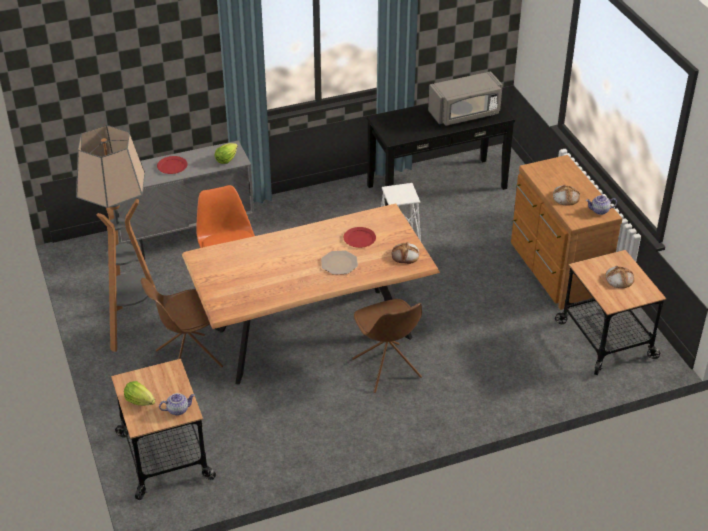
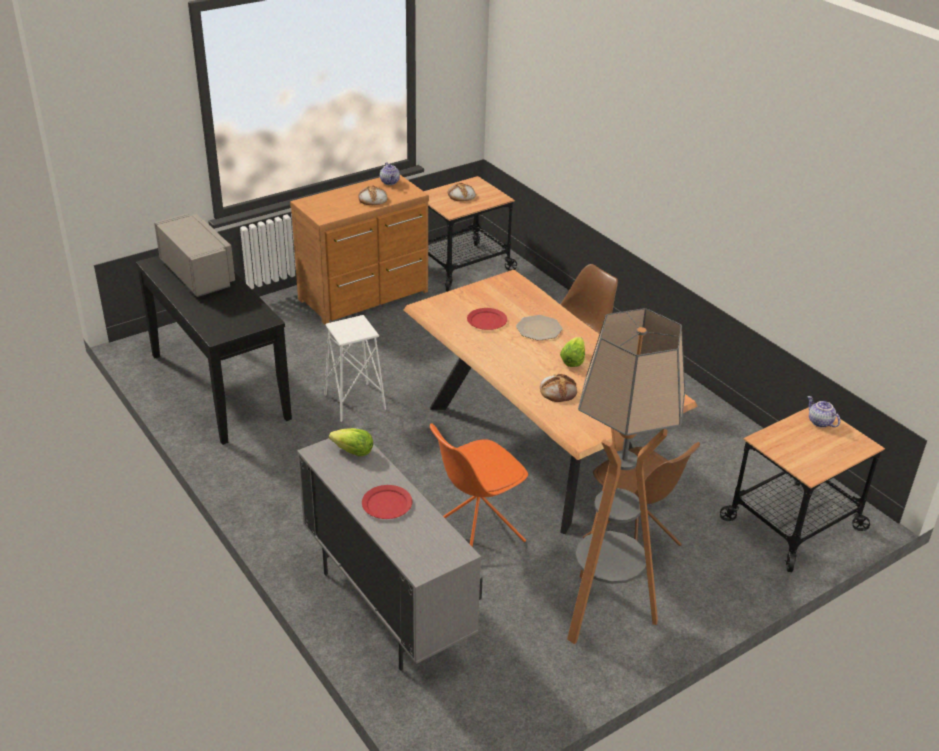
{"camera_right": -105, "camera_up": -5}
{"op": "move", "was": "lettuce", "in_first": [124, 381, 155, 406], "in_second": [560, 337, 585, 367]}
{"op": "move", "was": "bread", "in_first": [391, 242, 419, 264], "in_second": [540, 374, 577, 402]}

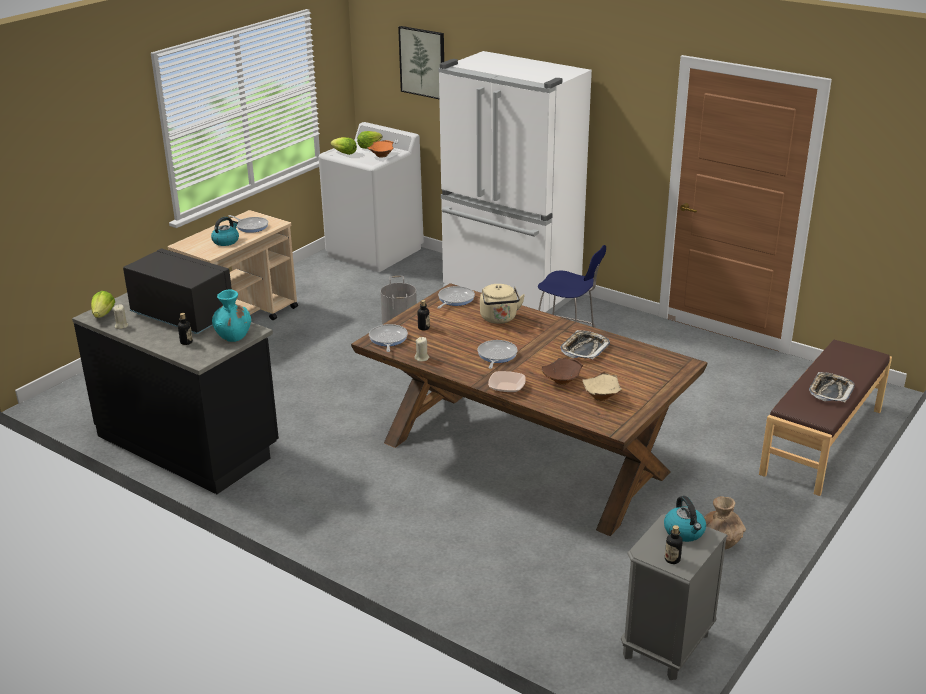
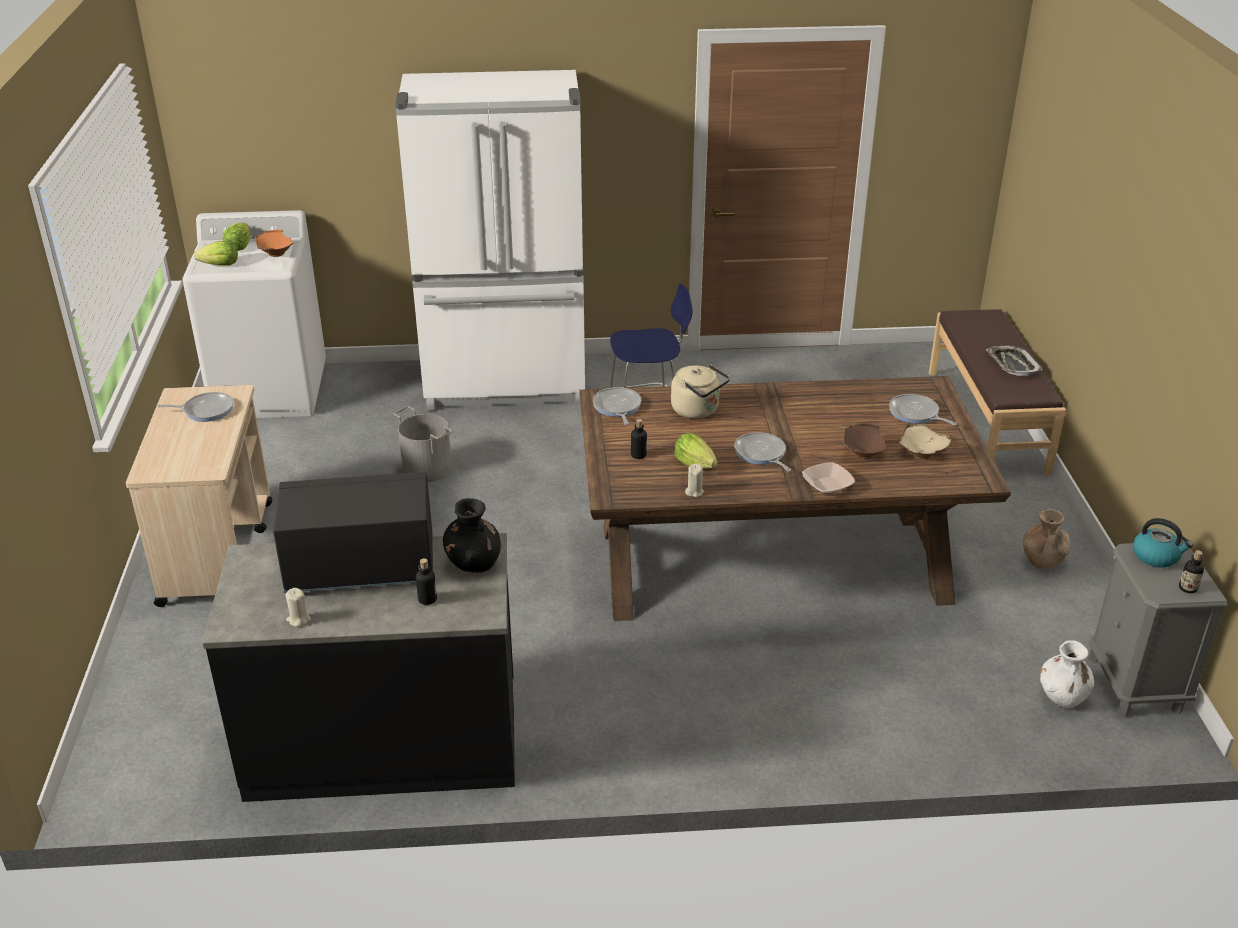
{"camera_right": -40, "camera_up": 5}
{"op": "move", "was": "lettuce", "in_first": [91, 291, 115, 318], "in_second": [674, 433, 718, 469]}
{"op": "delete", "was": "kettle", "in_first": [211, 217, 239, 246]}
{"op": "recolor", "was": "turquoise vase", "now": "black vase", "in_first": [212, 289, 251, 342], "in_second": [443, 498, 501, 573]}
{"op": "move", "was": "frying pan", "in_first": [369, 324, 408, 352], "in_second": [889, 394, 957, 425]}
{"op": "delete", "was": "picture", "in_first": [398, 26, 444, 99]}
{"op": "delete", "was": "tray", "in_first": [560, 330, 610, 359]}
{"op": "insert", "now": "white vase", "in_second": [1040, 640, 1094, 708]}

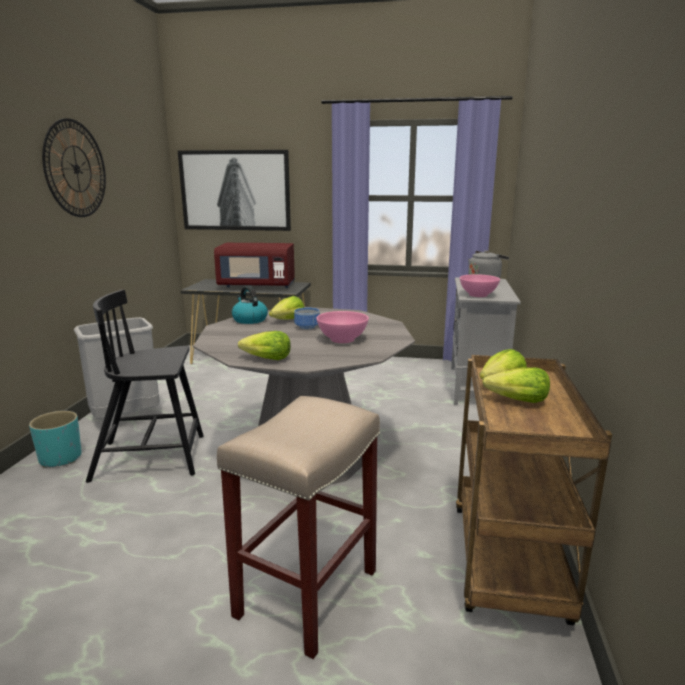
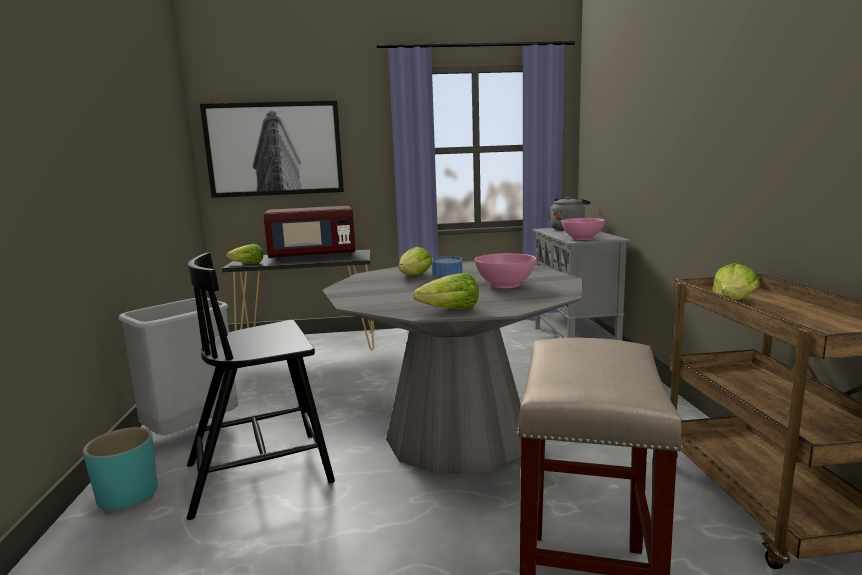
{"camera_right": -15, "camera_up": -5}
{"op": "delete", "was": "wall clock", "in_first": [42, 118, 106, 217]}
{"op": "delete", "was": "kettle", "in_first": [232, 286, 268, 324]}
{"op": "move", "was": "lettuce", "in_first": [482, 367, 550, 403], "in_second": [226, 244, 263, 264]}

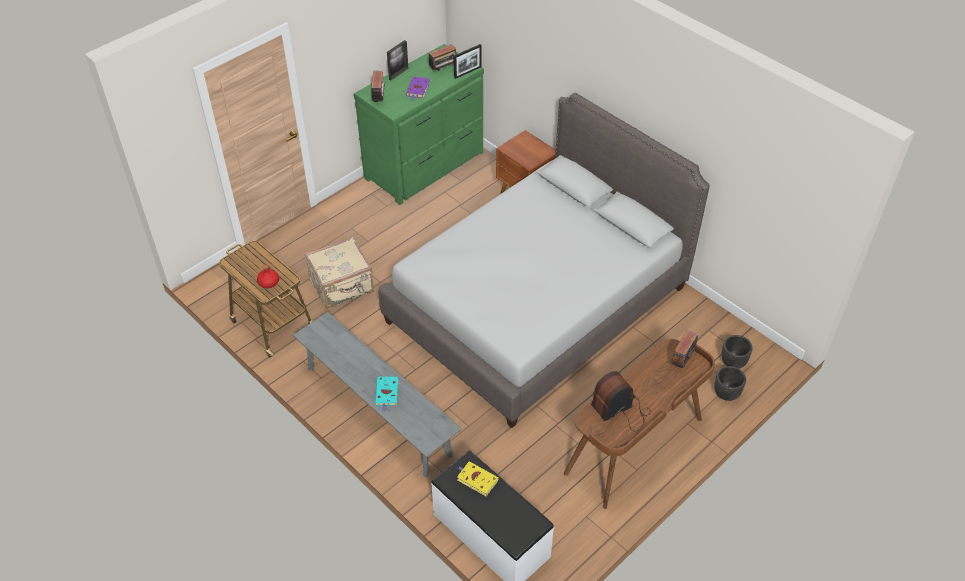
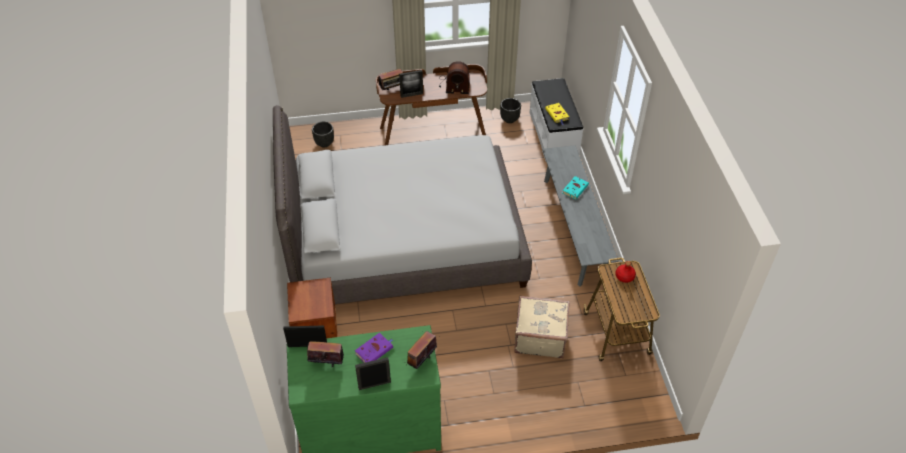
{"camera_right": -145, "camera_up": 0}
{"op": "move", "was": "black planter", "in_first": [714, 366, 746, 401], "in_second": [500, 98, 521, 123]}
{"op": "insert", "now": "picture frame", "in_second": [399, 70, 423, 98]}

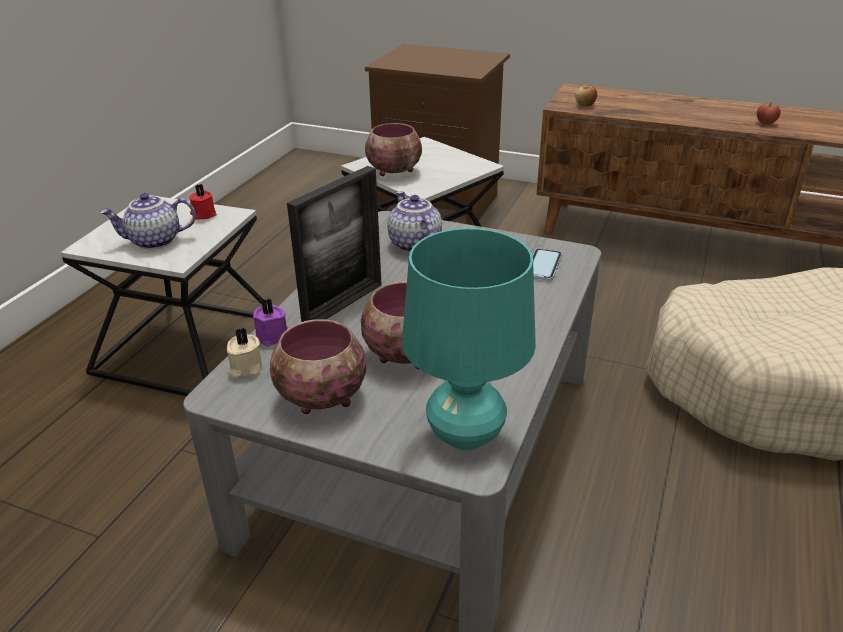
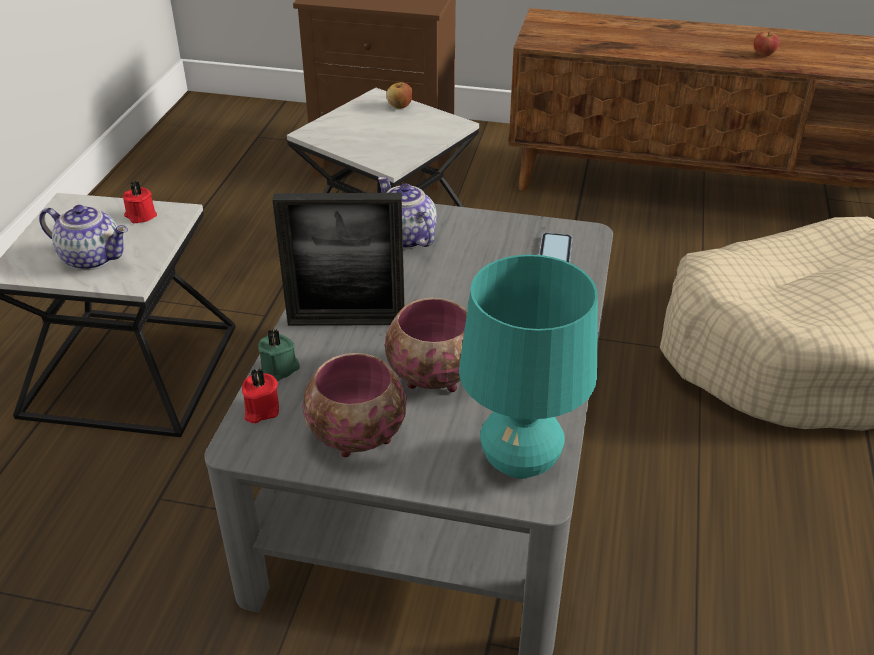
{"camera_right": -10, "camera_up": 5}
{"op": "rotate", "was": "teapot", "in_first": [100, 193, 196, 250], "in_second": [39, 205, 128, 270], "clockwise": -135}
{"op": "recolor", "was": "beige candle", "now": "red candle", "in_first": [227, 328, 262, 378], "in_second": [242, 368, 279, 423]}
{"op": "recolor", "was": "purple candle", "now": "green candle", "in_first": [253, 298, 288, 346], "in_second": [258, 328, 300, 381]}
{"op": "rotate", "was": "picture frame", "in_first": [287, 166, 382, 322], "in_second": [273, 193, 405, 326], "clockwise": 60}
{"op": "delete", "was": "bowl", "in_first": [365, 123, 422, 176]}
{"op": "move", "was": "apple", "in_first": [575, 86, 597, 107], "in_second": [386, 82, 413, 109]}

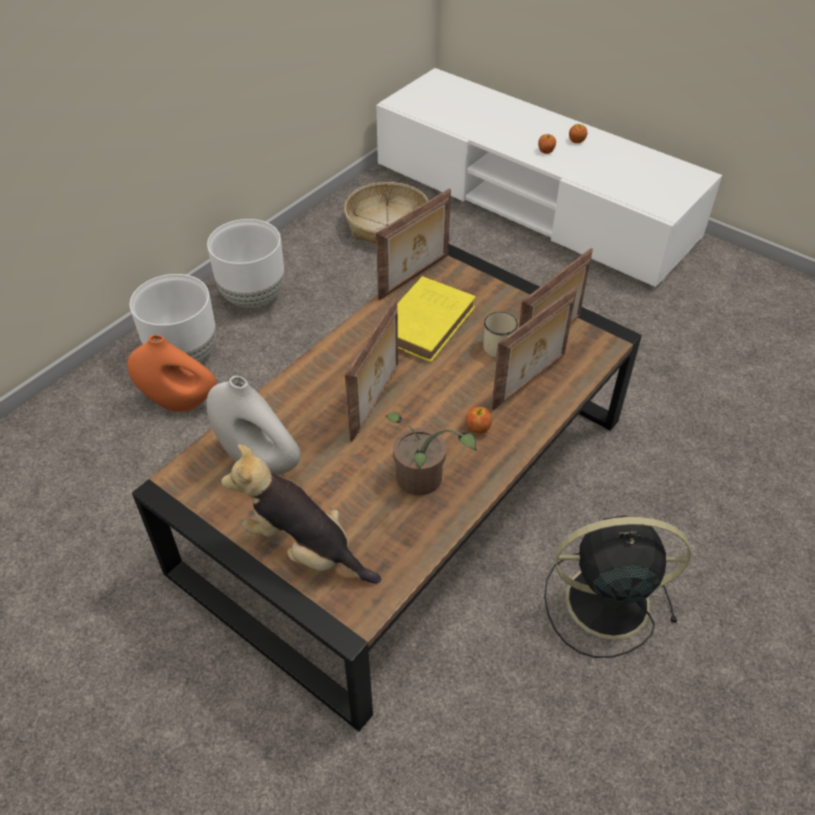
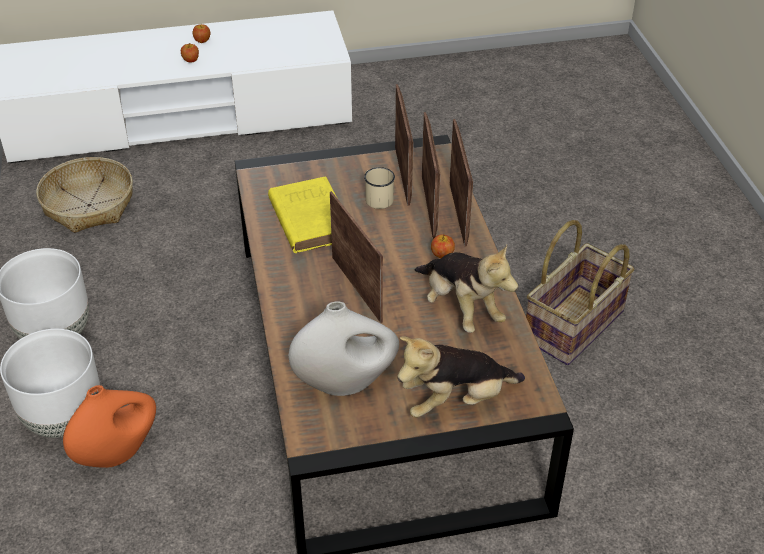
{"camera_right": -50, "camera_up": -5}
{"op": "move", "was": "picture frame", "in_first": [376, 188, 451, 300], "in_second": [450, 119, 473, 247]}
{"op": "replace", "was": "potted plant", "now": "plush toy", "in_first": [385, 413, 476, 496], "in_second": [415, 244, 518, 333]}
{"op": "replace", "was": "black fan", "now": "basket", "in_first": [544, 516, 691, 658], "in_second": [526, 220, 635, 365]}

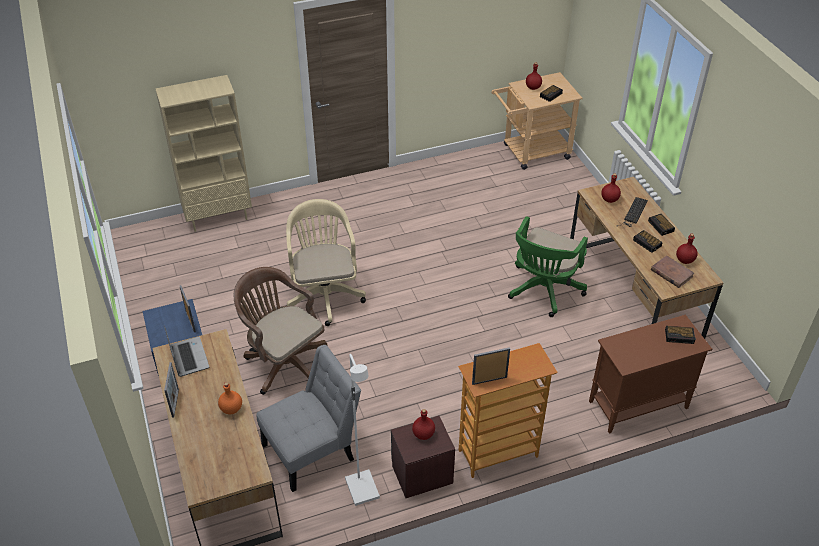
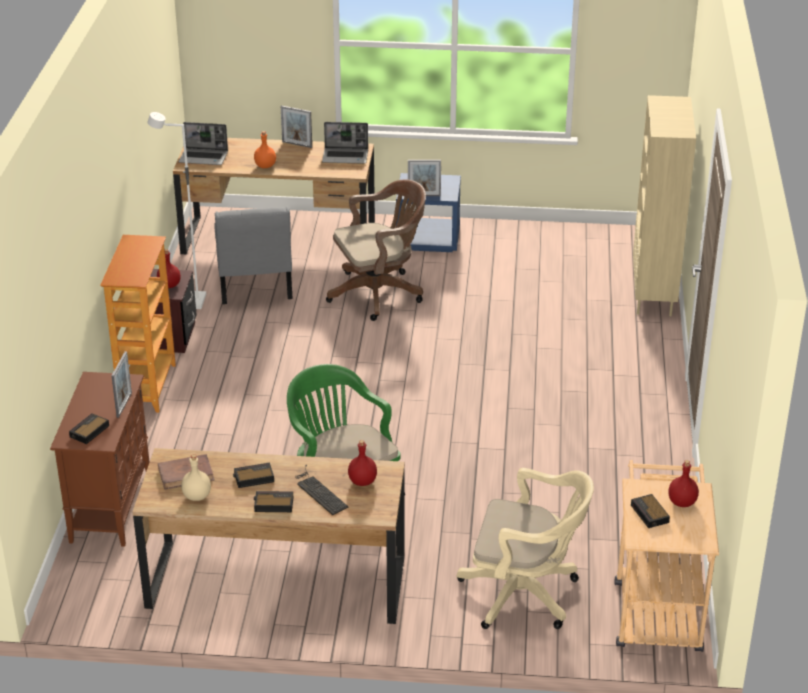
{"camera_right": 115, "camera_up": -10}
{"op": "move", "was": "beige office chair", "in_first": [286, 199, 366, 326], "in_second": [457, 468, 594, 629]}
{"op": "move", "was": "picture frame", "in_first": [472, 347, 510, 385], "in_second": [111, 351, 132, 418]}
{"op": "recolor", "was": "red bottle", "now": "beige bottle", "in_first": [676, 234, 698, 264], "in_second": [181, 454, 211, 501]}
{"op": "insert", "now": "laptop", "in_second": [179, 122, 228, 165]}

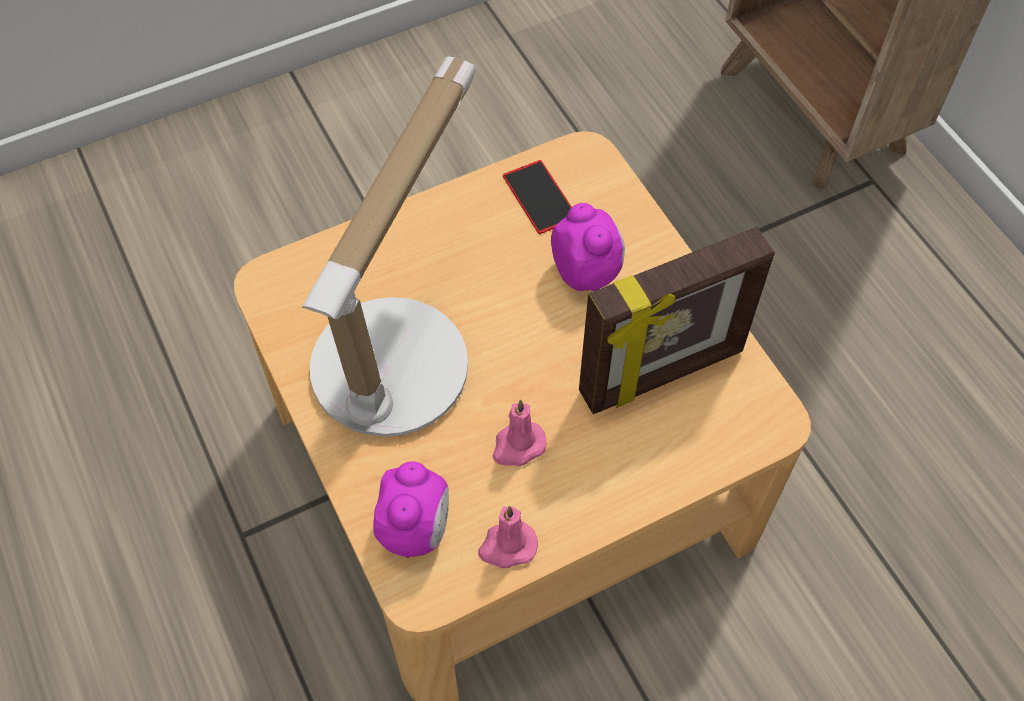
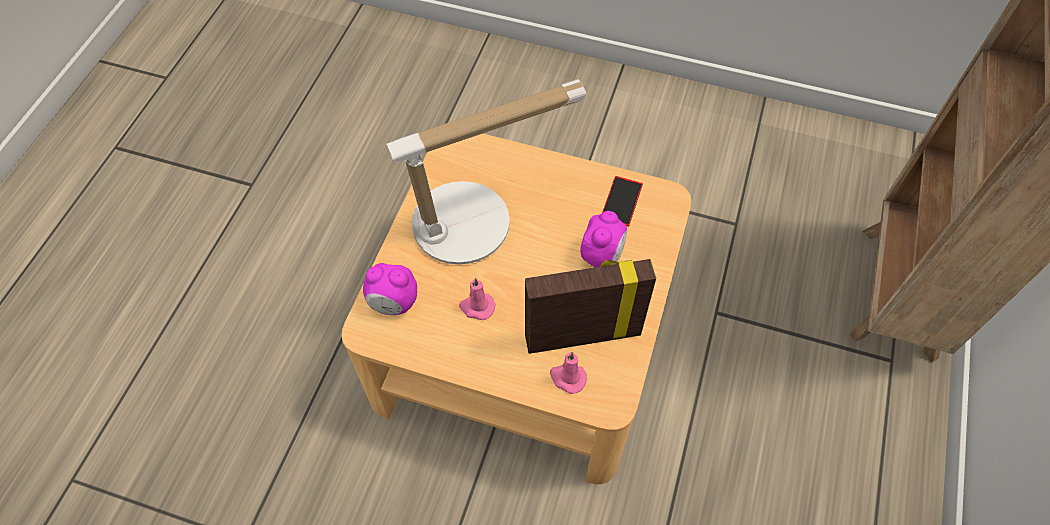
{"camera_right": 45, "camera_up": 0}
{"op": "rotate", "was": "alarm clock", "in_first": [373, 461, 449, 558], "in_second": [363, 263, 417, 315], "clockwise": 45}
{"op": "move", "was": "pink candle", "in_first": [478, 506, 538, 568], "in_second": [550, 352, 587, 394]}
{"op": "rotate", "was": "picture frame", "in_first": [579, 227, 775, 414], "in_second": [525, 259, 656, 354], "clockwise": 150}

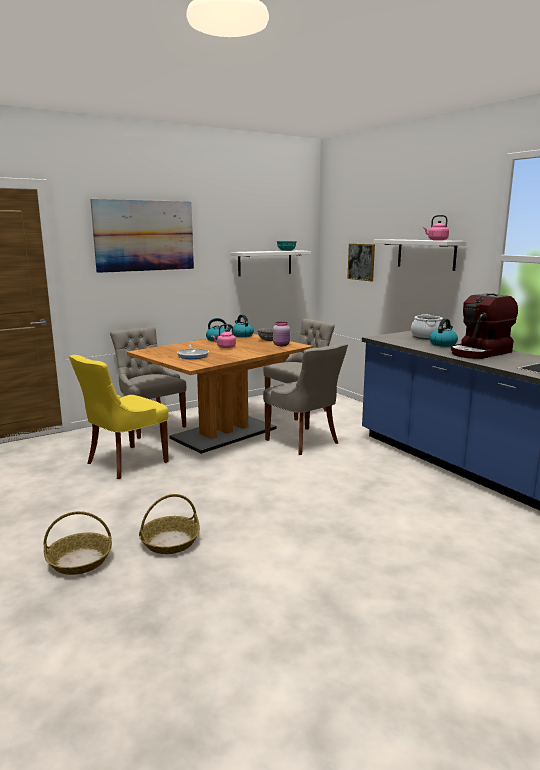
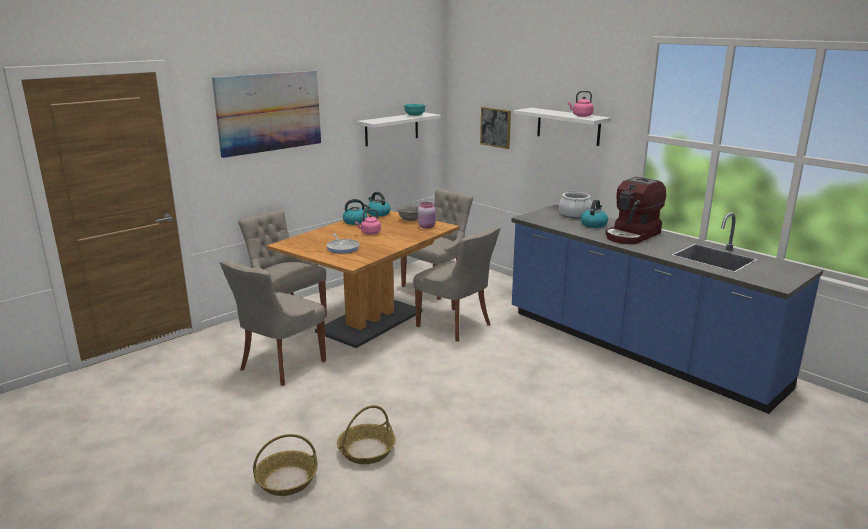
{"camera_right": -10, "camera_up": 5}
{"op": "recolor", "was": "yellow chair", "now": "grey chair", "in_first": [69, 355, 169, 479], "in_second": [220, 260, 326, 386]}

